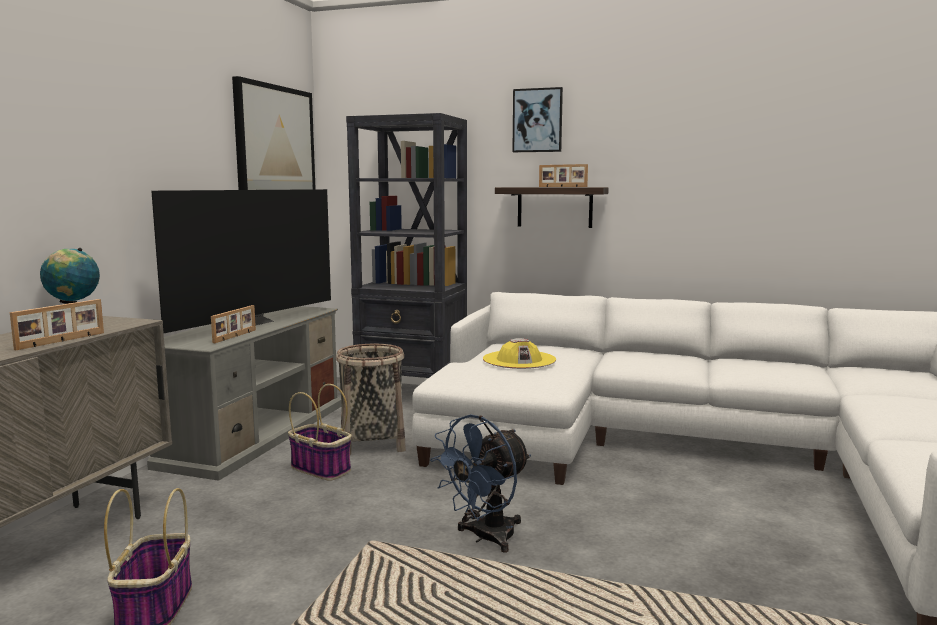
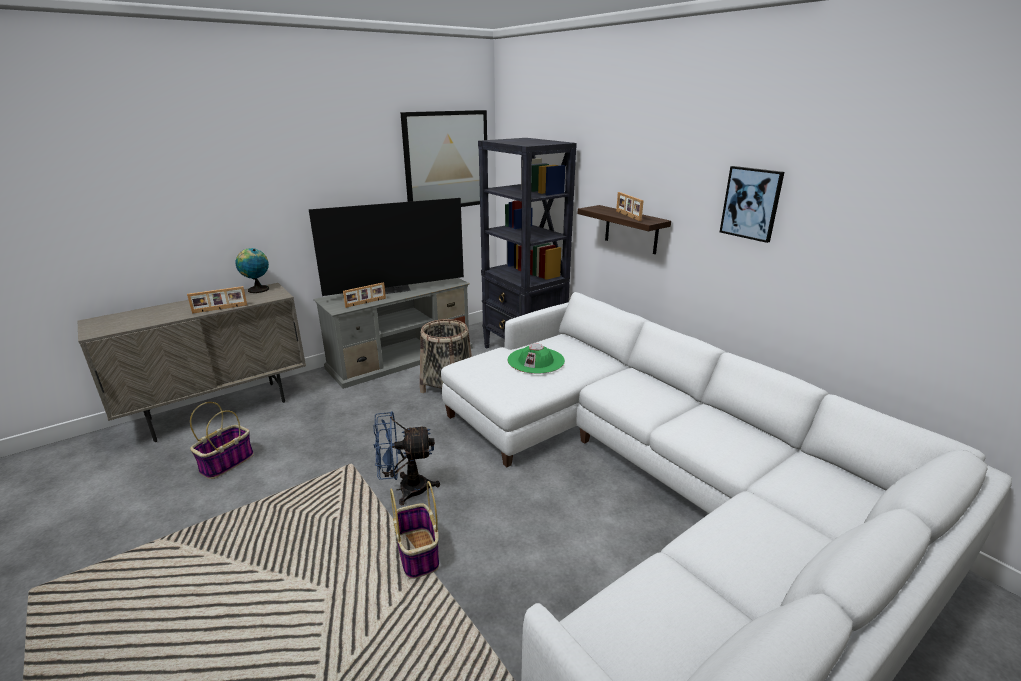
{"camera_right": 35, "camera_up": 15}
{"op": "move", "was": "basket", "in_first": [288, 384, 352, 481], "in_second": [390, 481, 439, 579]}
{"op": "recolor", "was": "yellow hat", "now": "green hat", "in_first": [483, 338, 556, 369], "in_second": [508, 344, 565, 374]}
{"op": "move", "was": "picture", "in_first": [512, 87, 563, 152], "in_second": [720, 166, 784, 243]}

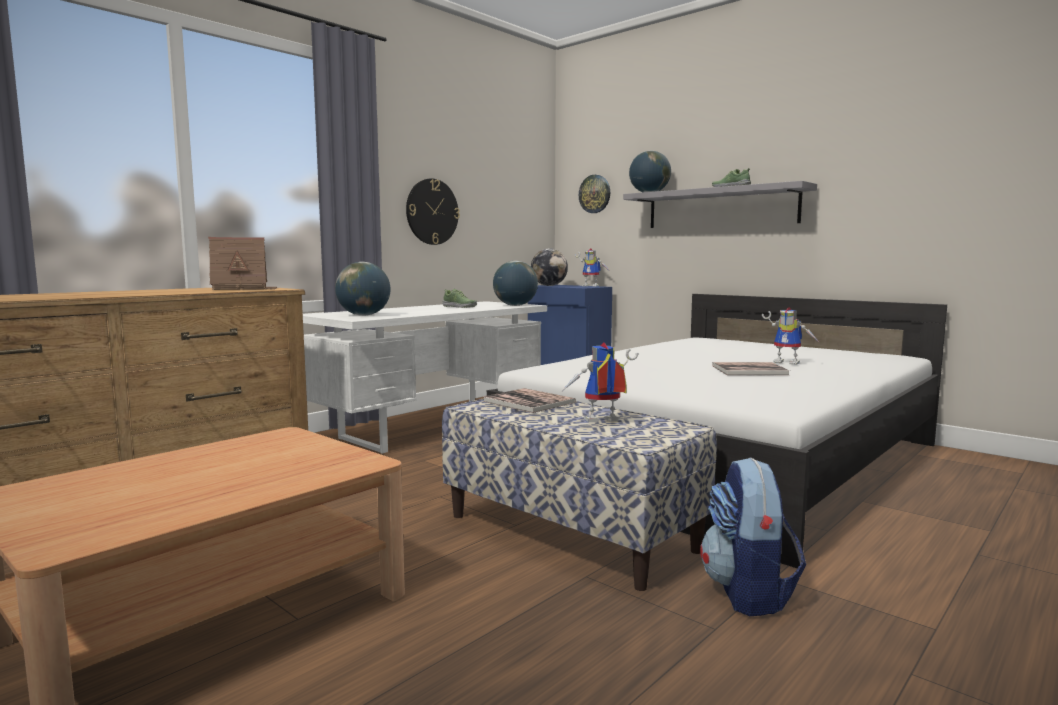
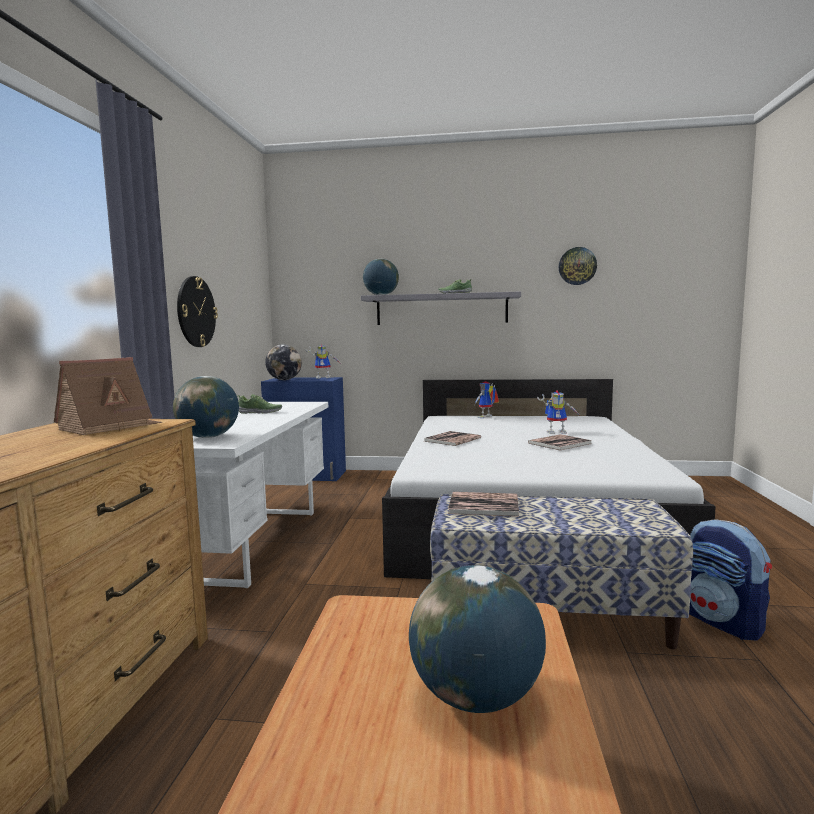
{"camera_right": -35, "camera_up": 0}
{"op": "move", "was": "globe", "in_first": [493, 261, 538, 306], "in_second": [409, 565, 546, 713]}
{"op": "move", "was": "toy robot", "in_first": [561, 342, 638, 422], "in_second": [474, 381, 499, 418]}
{"op": "move", "was": "wall clock", "in_first": [579, 175, 610, 213], "in_second": [559, 247, 597, 285]}
{"op": "insert", "now": "book", "in_second": [424, 431, 481, 446]}

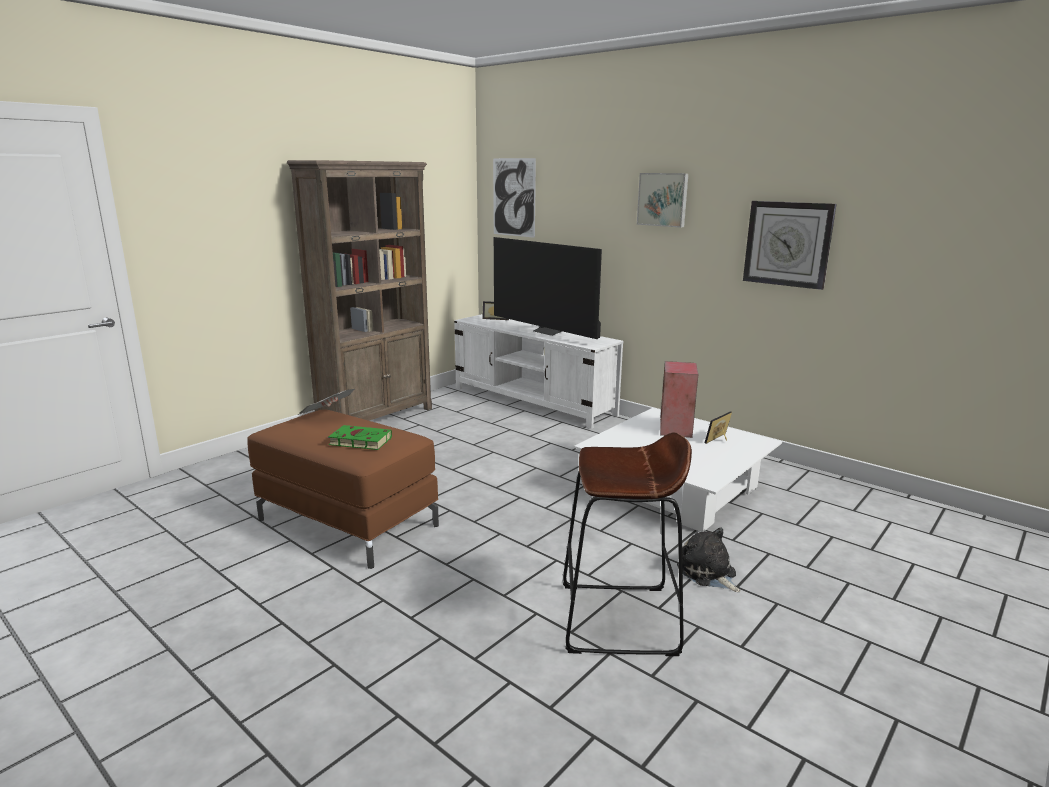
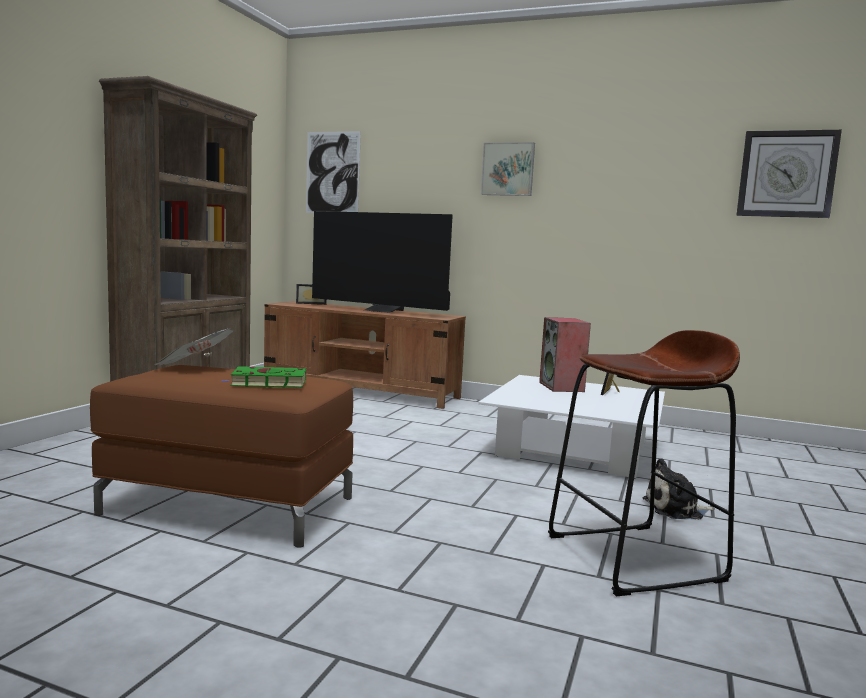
{"camera_right": -20, "camera_up": -10}
{"op": "recolor", "was": "white tv stand", "now": "brown tv stand", "in_first": [454, 314, 623, 429], "in_second": [264, 301, 466, 409]}
{"op": "rotate", "was": "plush toy", "in_first": [677, 527, 741, 592], "in_second": [643, 458, 715, 519], "clockwise": -45}
{"op": "move", "was": "wall clock", "in_first": [743, 201, 837, 290], "in_second": [736, 130, 842, 218]}

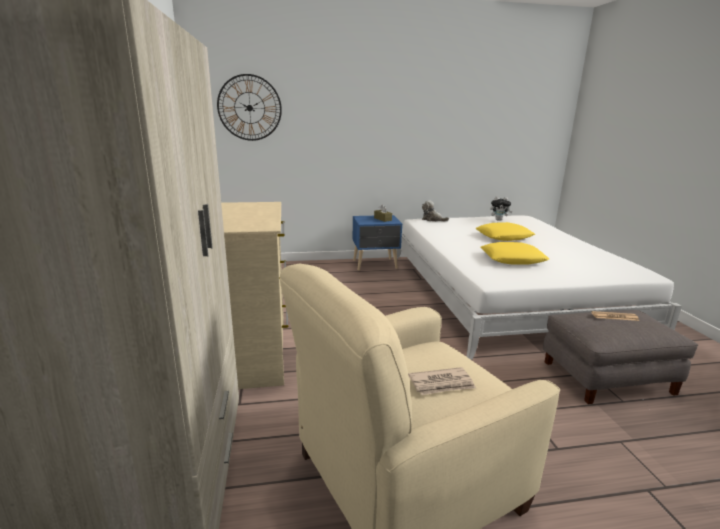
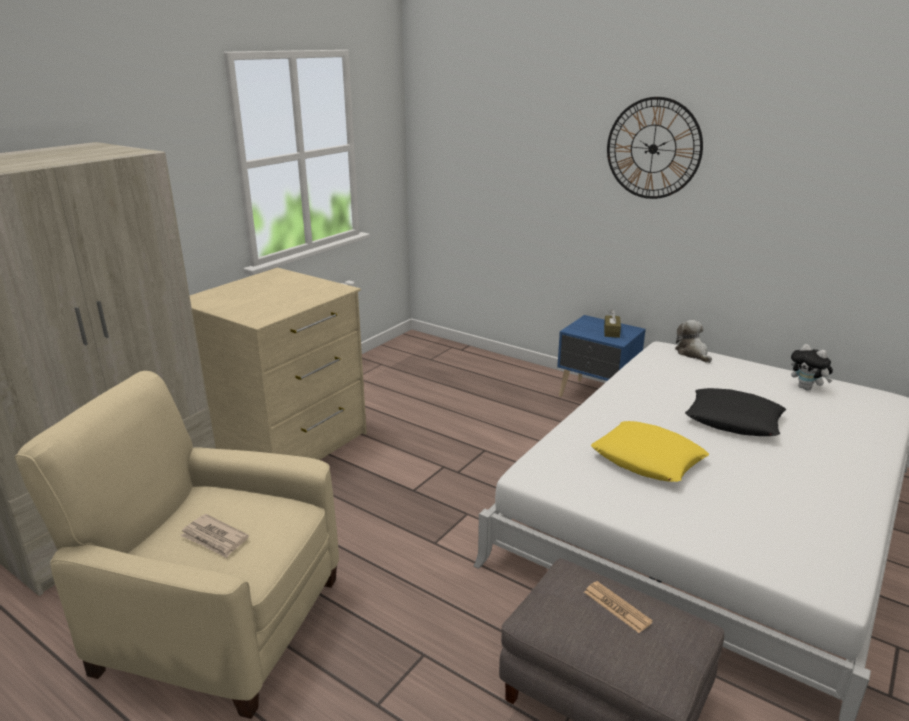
{"camera_right": 45, "camera_up": 5}
{"op": "move", "was": "wall clock", "in_first": [217, 74, 282, 141], "in_second": [607, 97, 703, 199]}
{"op": "recolor", "was": "yellow pillow", "now": "black pillow", "in_first": [475, 222, 535, 241], "in_second": [685, 388, 786, 436]}

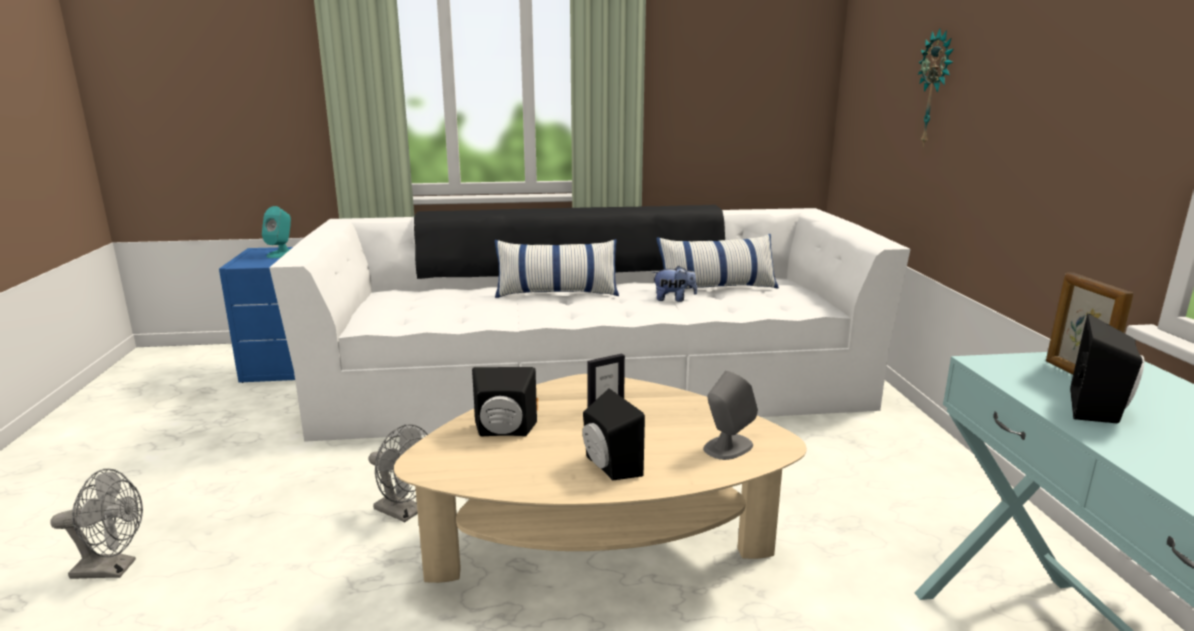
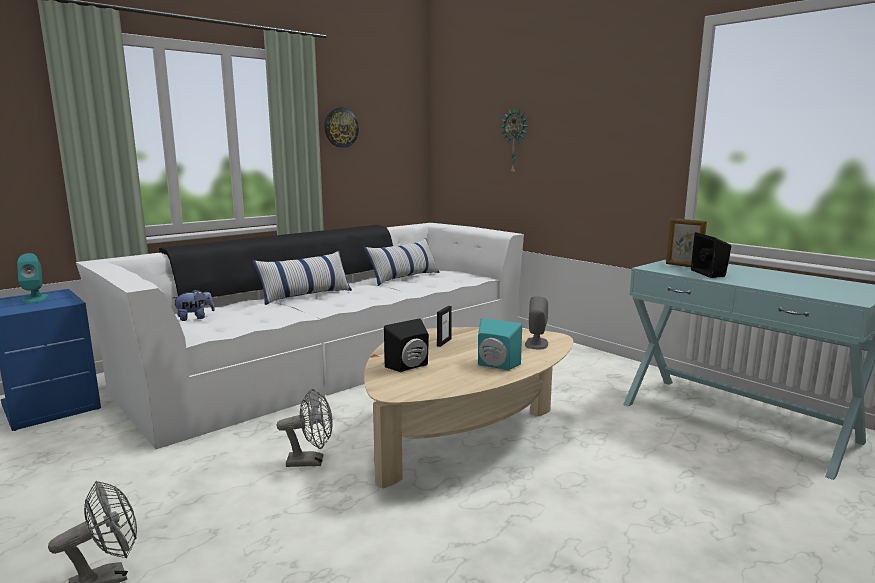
{"camera_right": -35, "camera_up": -5}
{"op": "recolor", "was": "black speaker", "now": "turquoise speaker", "in_first": [583, 388, 645, 480], "in_second": [478, 318, 522, 370]}
{"op": "move", "was": "plush toy", "in_first": [652, 265, 697, 302], "in_second": [172, 289, 215, 321]}
{"op": "insert", "now": "wall clock", "in_second": [324, 108, 359, 148]}

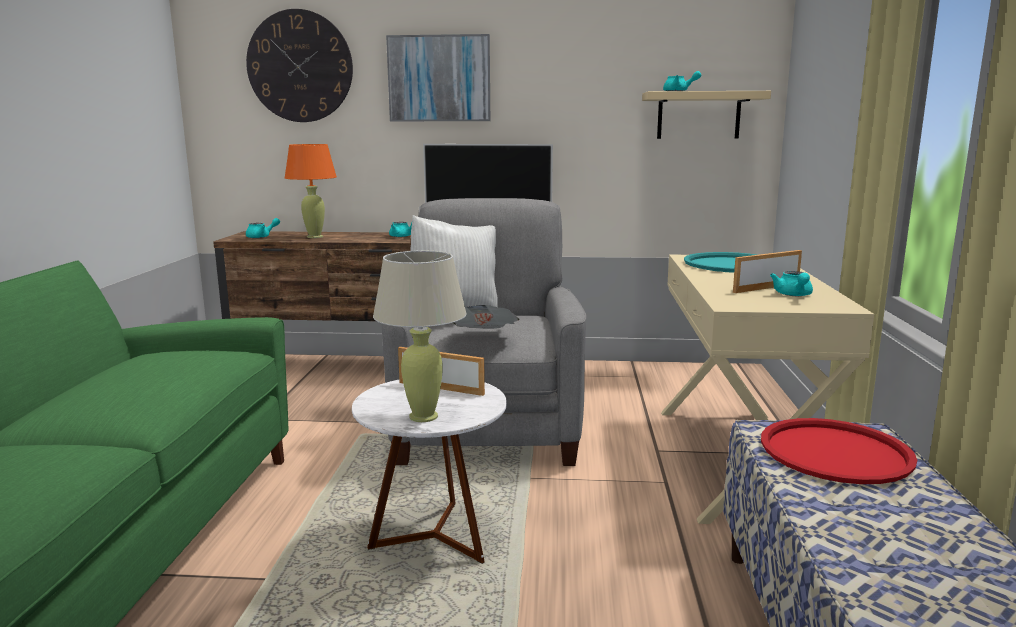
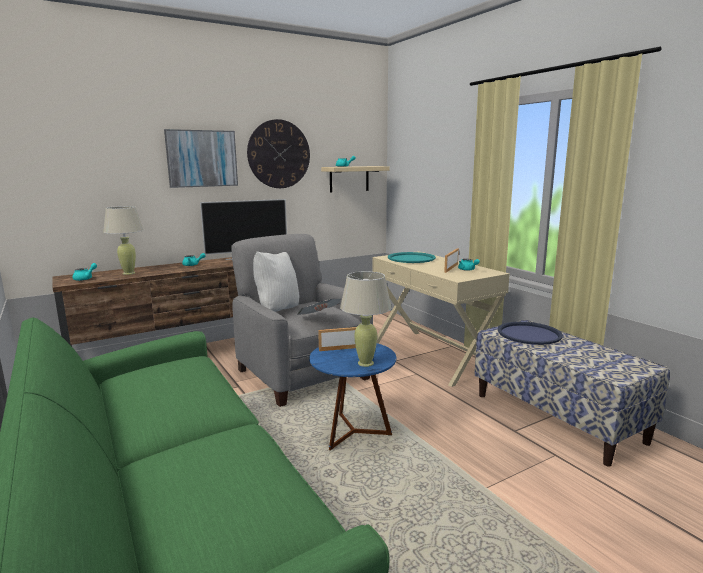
{"camera_right": -35, "camera_up": 0}
{"op": "move", "was": "wall clock", "in_first": [246, 9, 353, 122], "in_second": [247, 119, 310, 188]}
{"op": "recolor", "was": "orange table lamp", "now": "beige table lamp", "in_first": [285, 144, 337, 238], "in_second": [103, 206, 144, 275]}
{"op": "recolor", "was": "white side table", "now": "blue side table", "in_first": [352, 380, 507, 564], "in_second": [309, 343, 396, 451]}
{"op": "recolor", "was": "red tray", "now": "blue tray", "in_first": [761, 418, 917, 484], "in_second": [498, 322, 563, 345]}

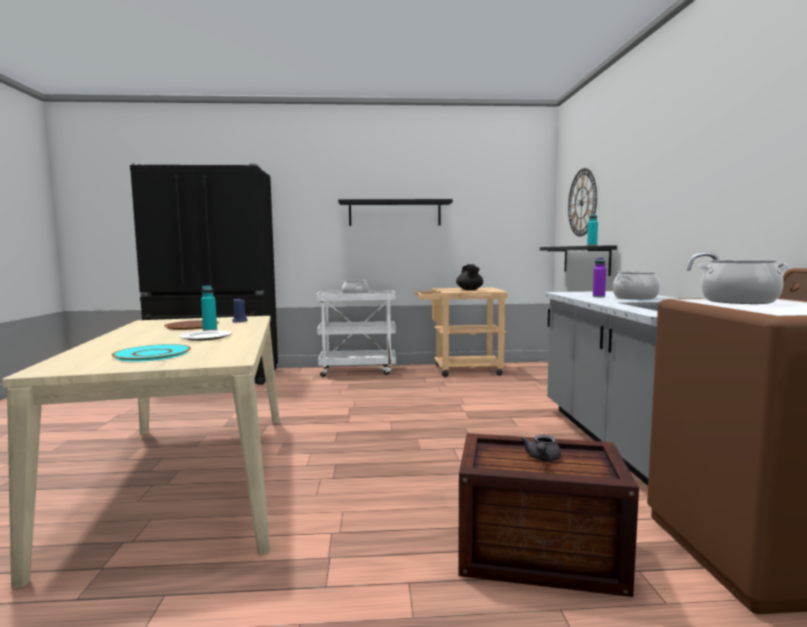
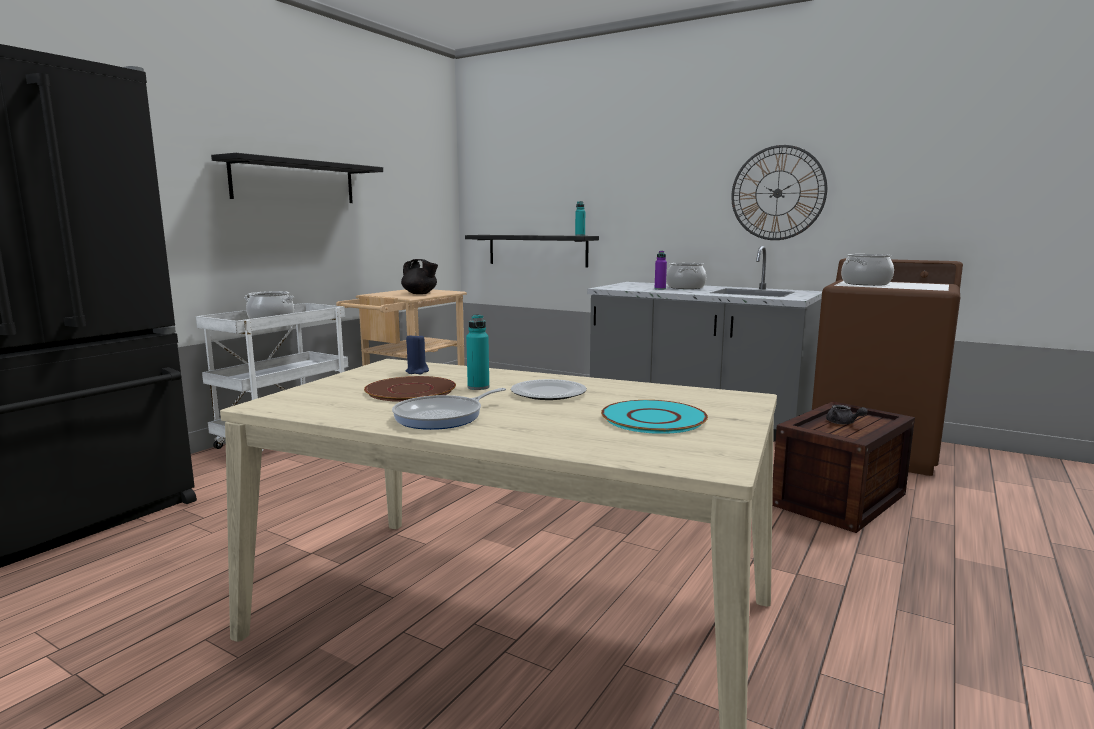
{"camera_right": -55, "camera_up": 5}
{"op": "move", "was": "wall clock", "in_first": [568, 168, 597, 237], "in_second": [731, 145, 827, 240]}
{"op": "insert", "now": "frying pan", "in_second": [392, 388, 506, 430]}

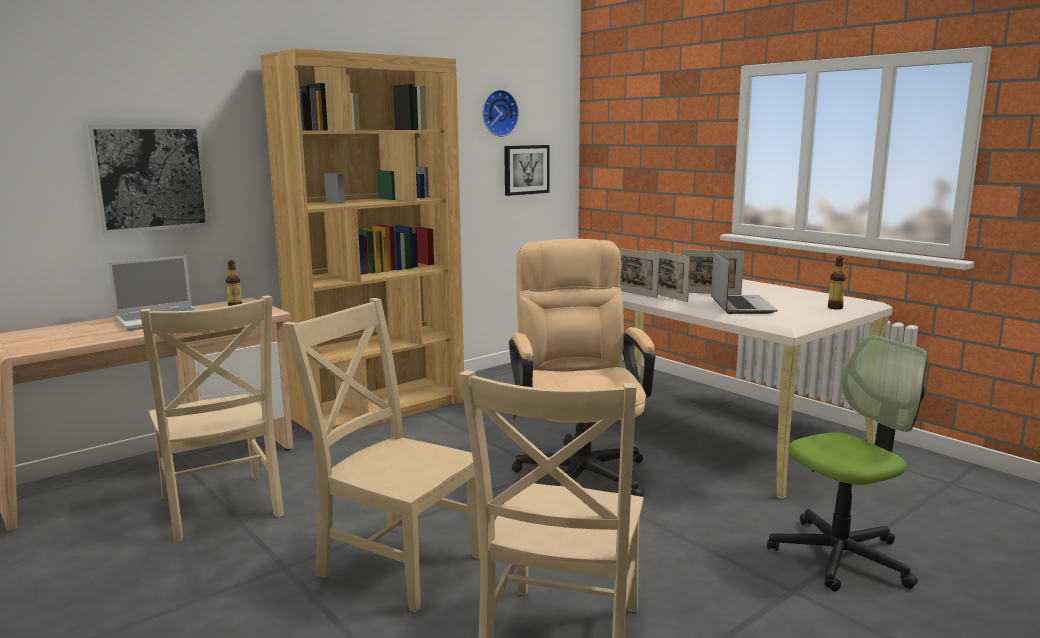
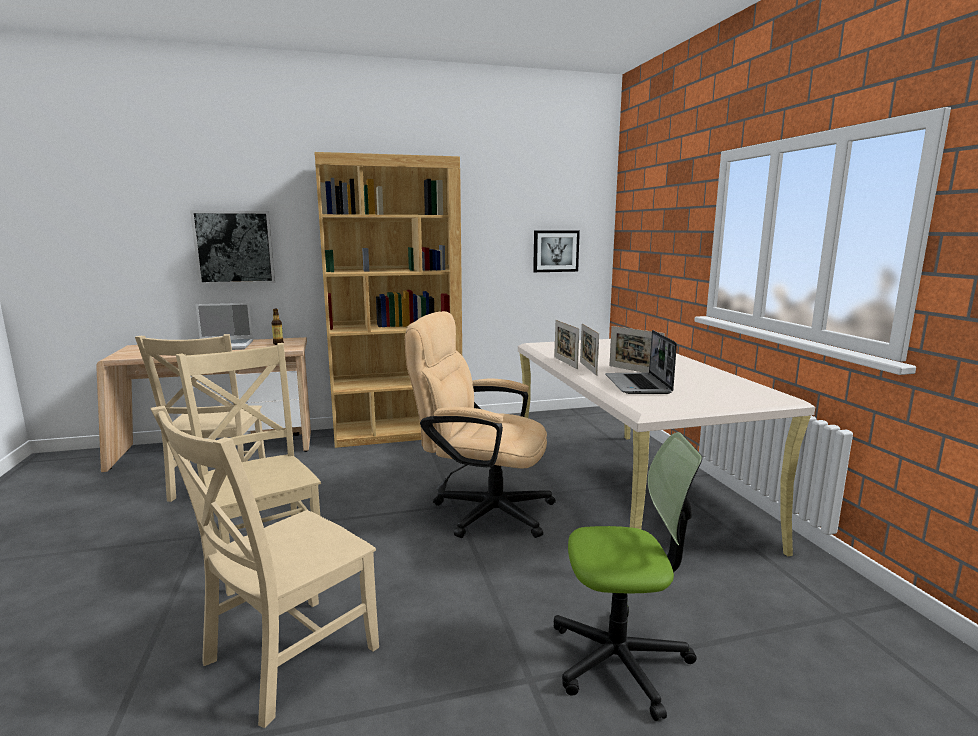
{"camera_right": 25, "camera_up": 0}
{"op": "delete", "was": "wall clock", "in_first": [483, 90, 519, 137]}
{"op": "rotate", "was": "beige office chair", "in_first": [509, 239, 655, 497], "in_second": [405, 311, 556, 538], "clockwise": -90}
{"op": "rotate", "was": "laptop", "in_first": [711, 251, 778, 314], "in_second": [605, 330, 677, 394], "clockwise": 150}
{"op": "delete", "was": "bottle", "in_first": [828, 256, 846, 310]}

